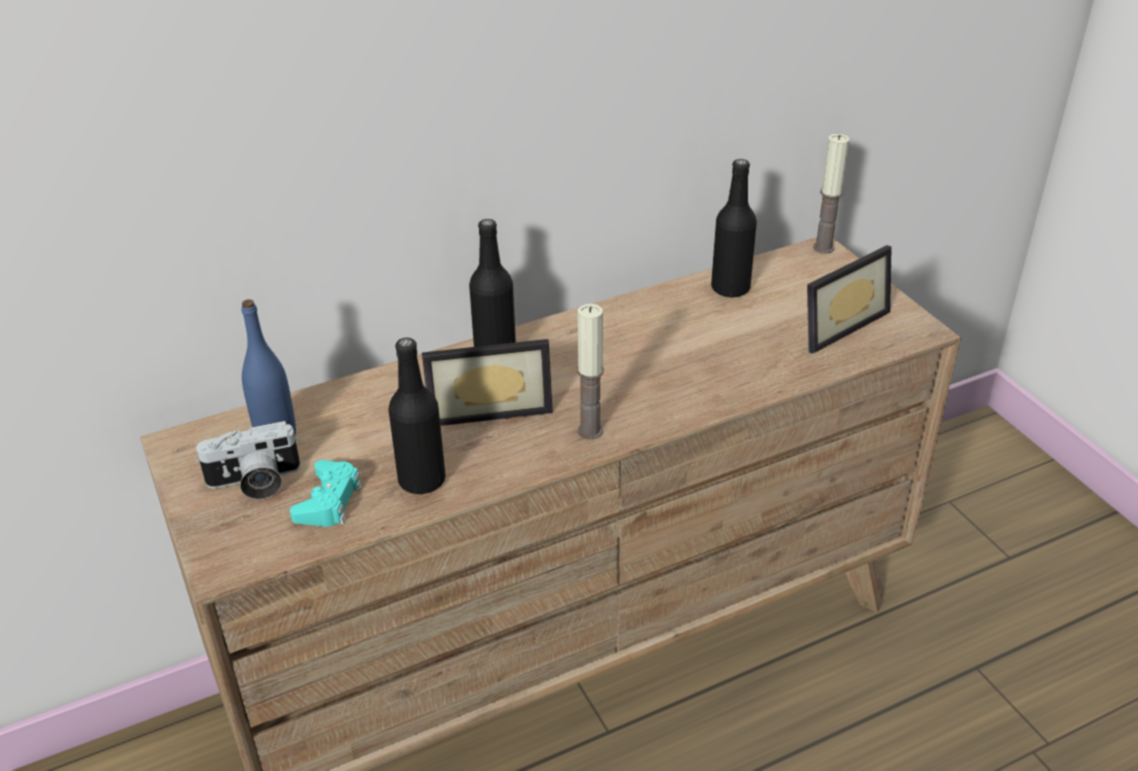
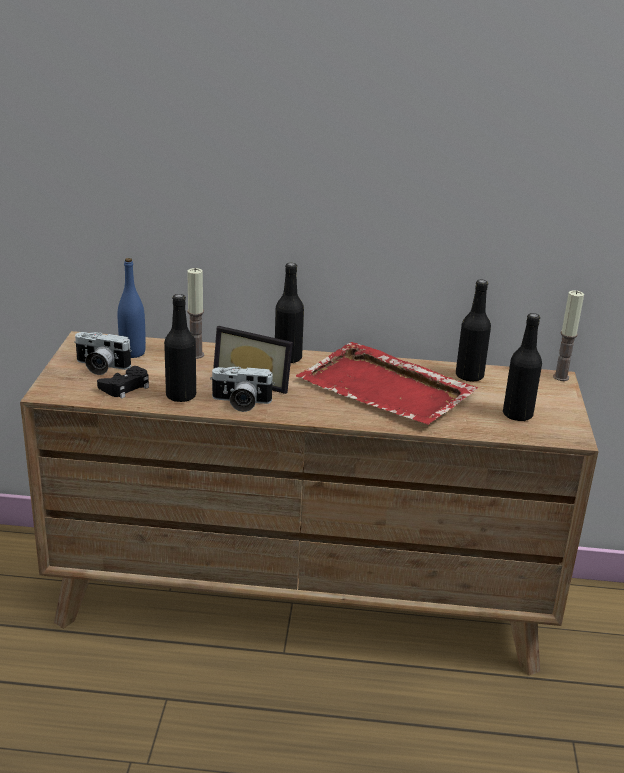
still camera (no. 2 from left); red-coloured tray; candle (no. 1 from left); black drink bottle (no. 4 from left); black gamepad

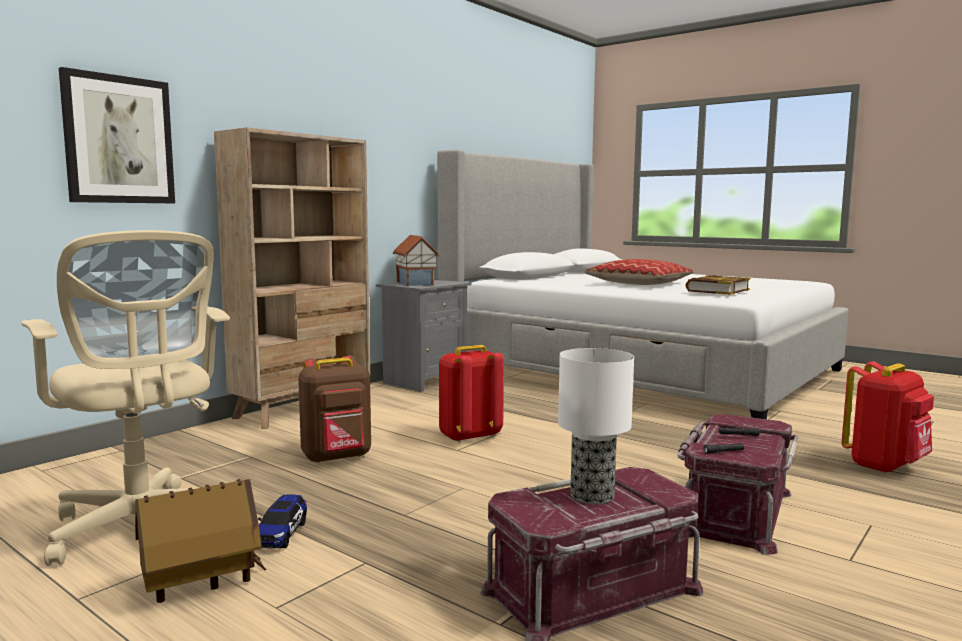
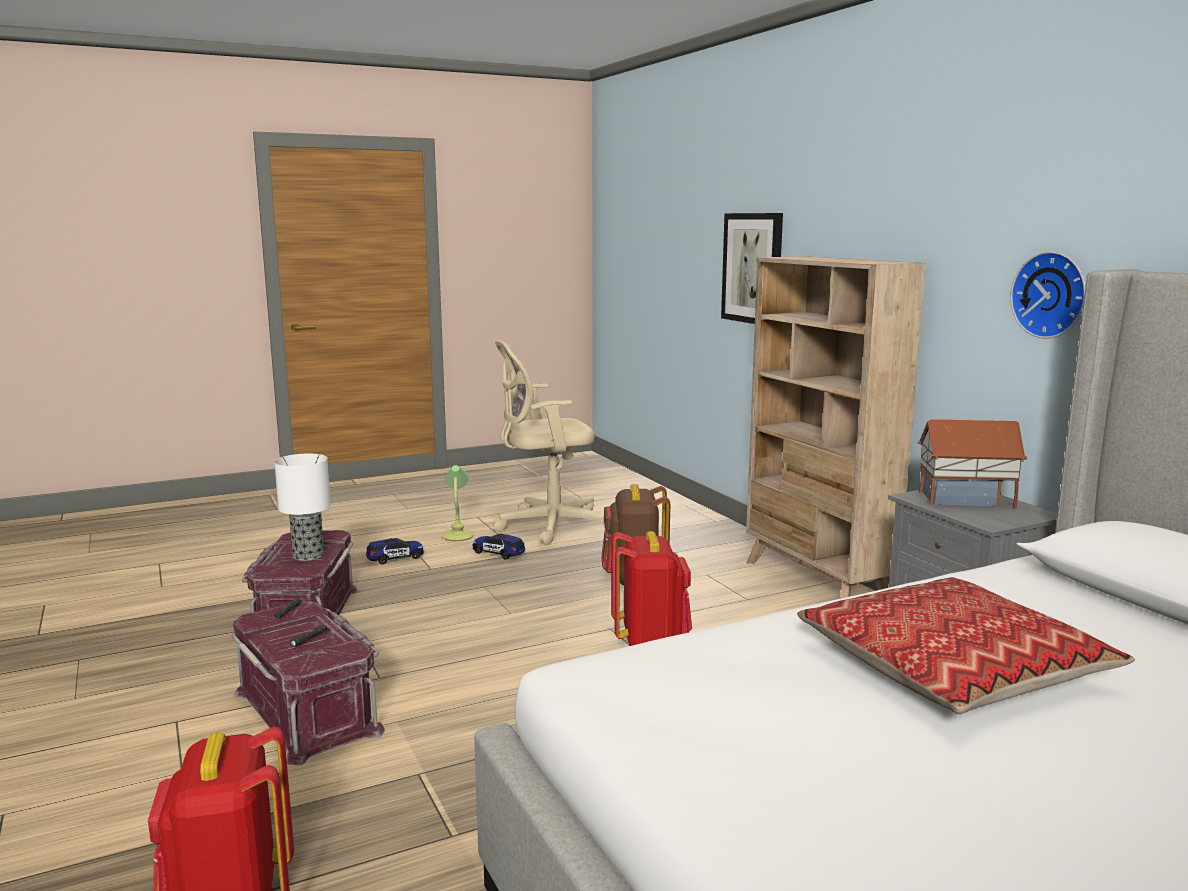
volume; toy car (no. 1 from left); hanging clock; tabletop lamp (no. 2 from left)

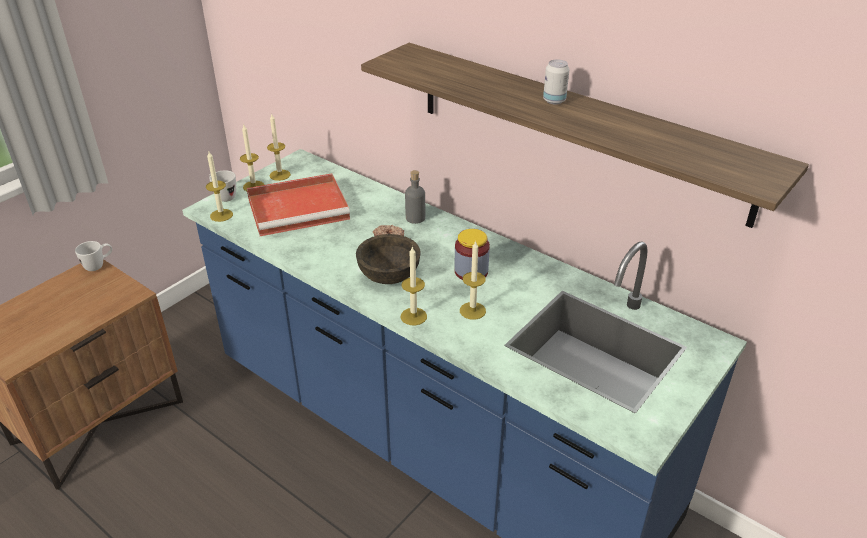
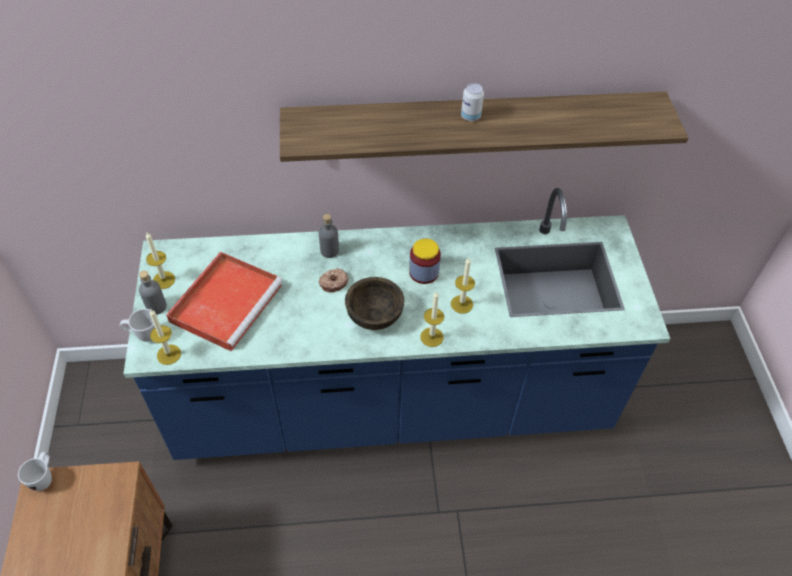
grey drink bottle (no. 1 from left)

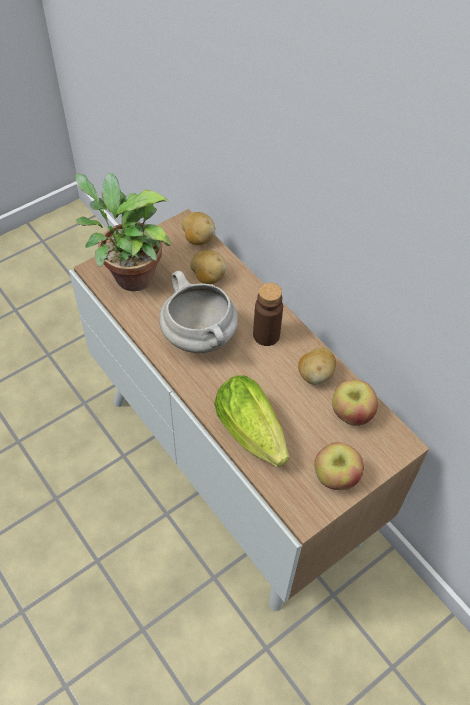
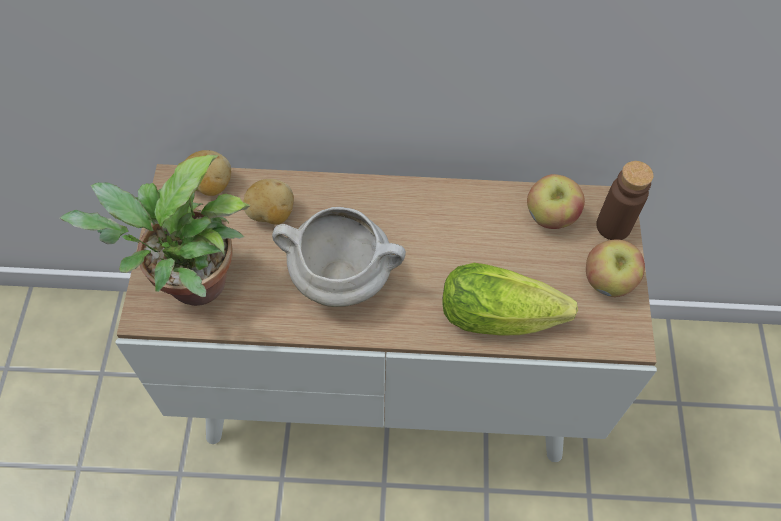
potato (no. 3 from left in the first image); brown-coloured drink bottle

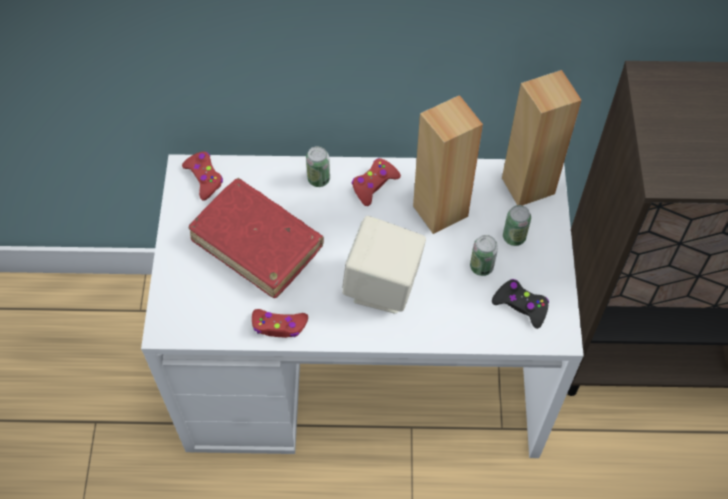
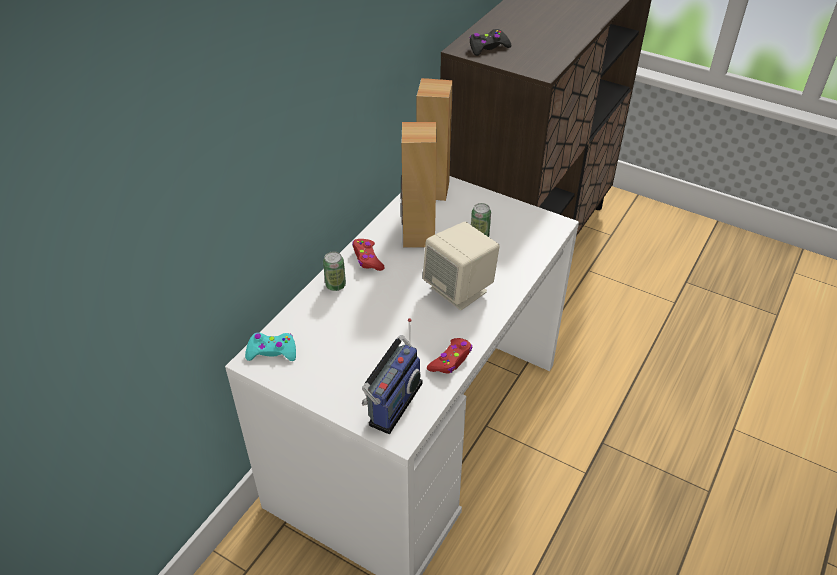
red-coloured volume; sealed can (no. 3 from left in the first image); radio receiver; black gamepad; turquoise-coloured gamepad

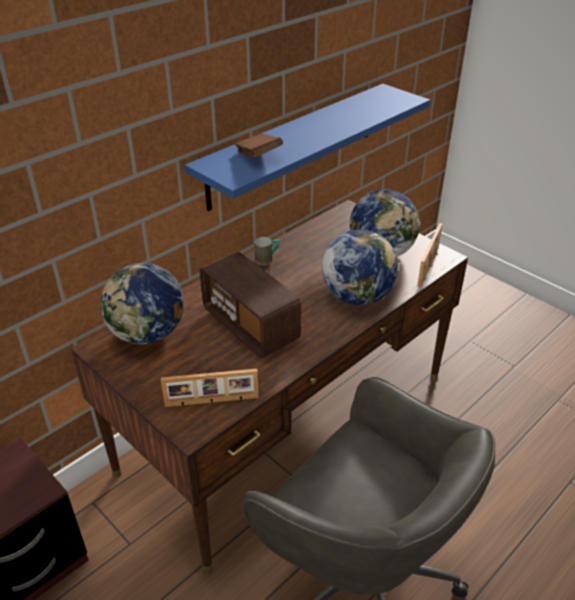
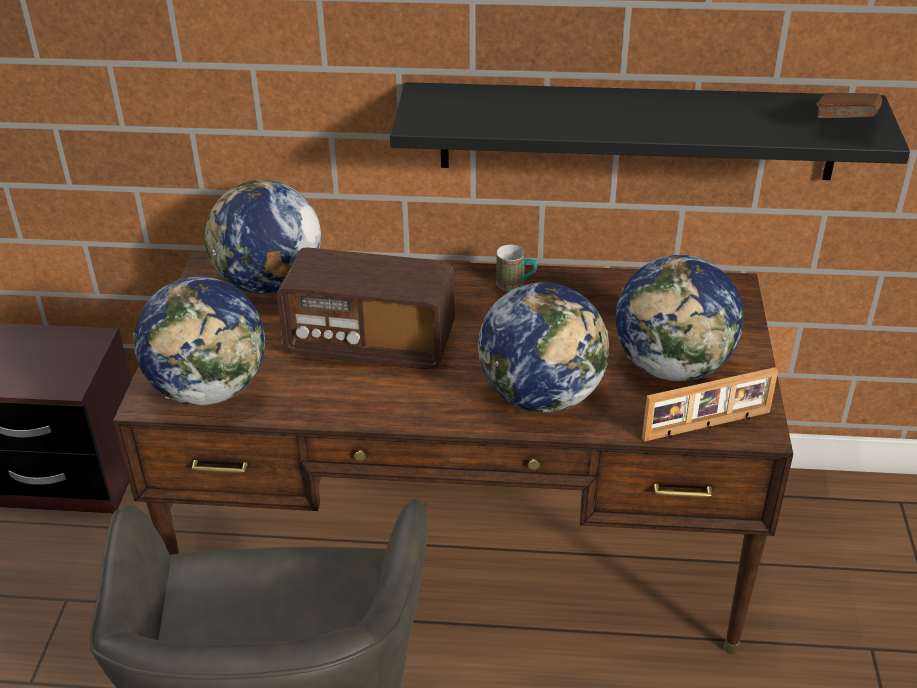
brown-coloured volume; world globe (no. 1 from left); black wall shelf; radio receiver

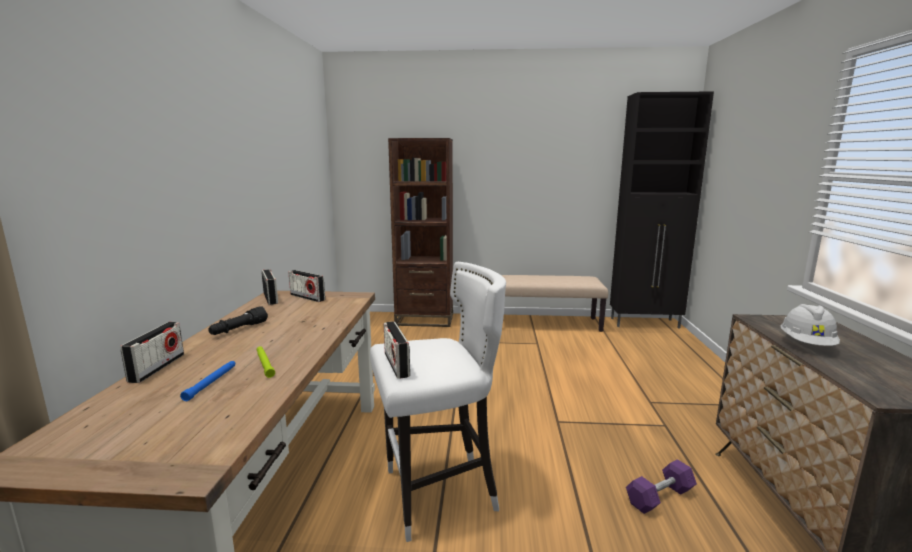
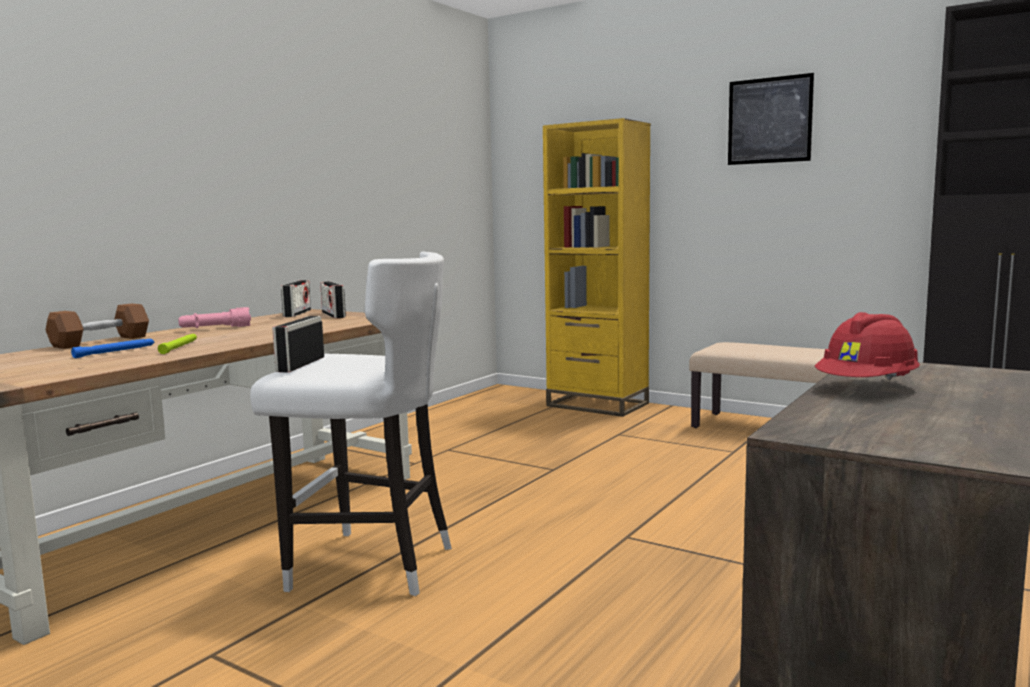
purple-coloured hand weight; picture; brown-coloured hand weight; pinkish torch; yellow-coloured shelving unit; red-coloured work helmet

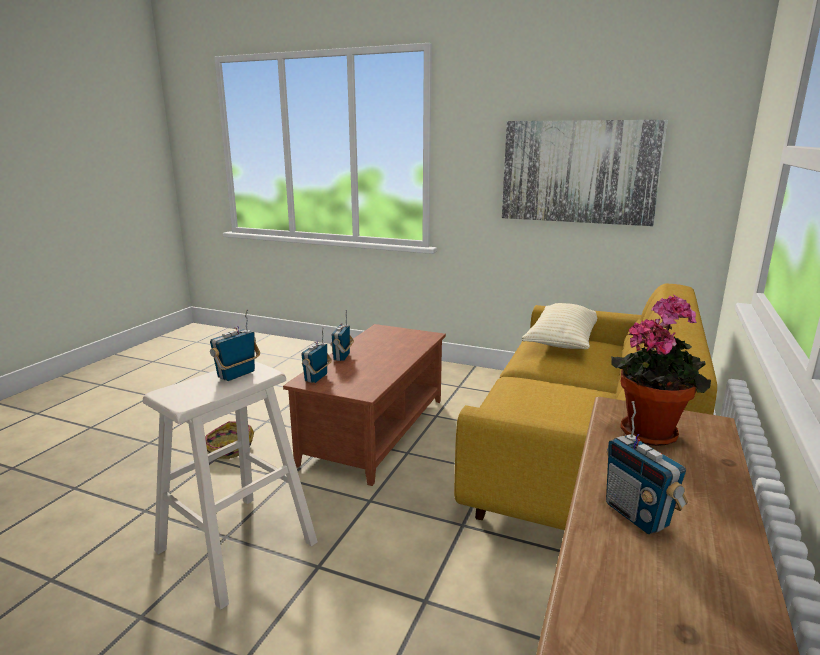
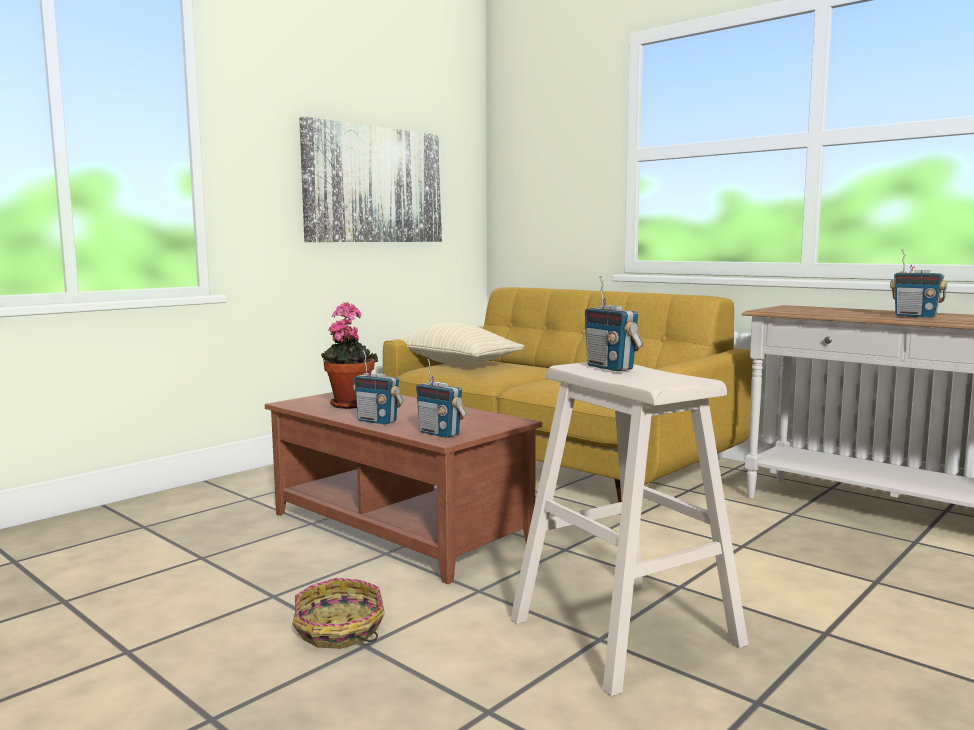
potted plant; radio receiver (no. 4 from left)

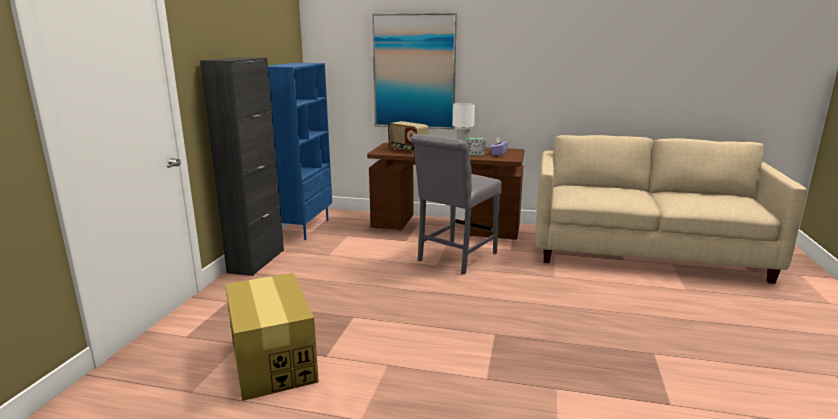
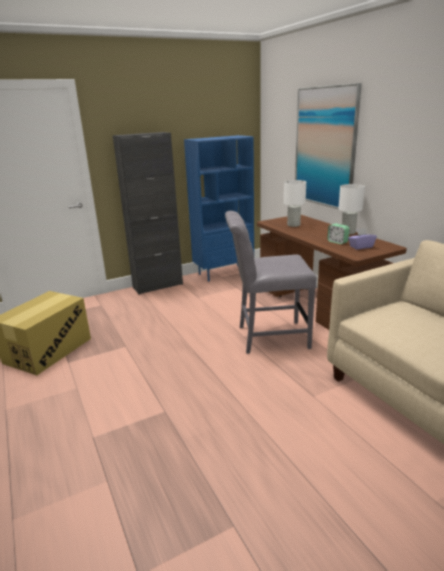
whitish tabletop lamp (no. 1 from left)

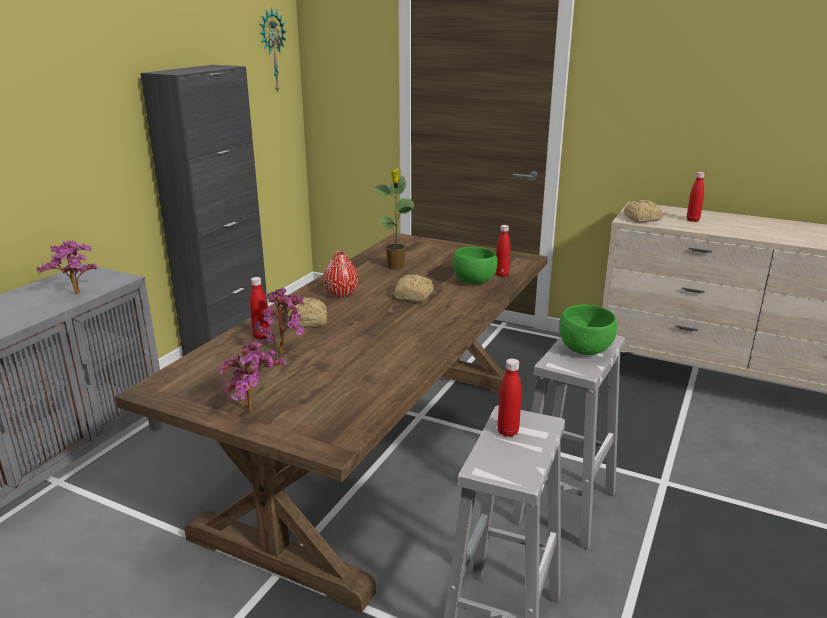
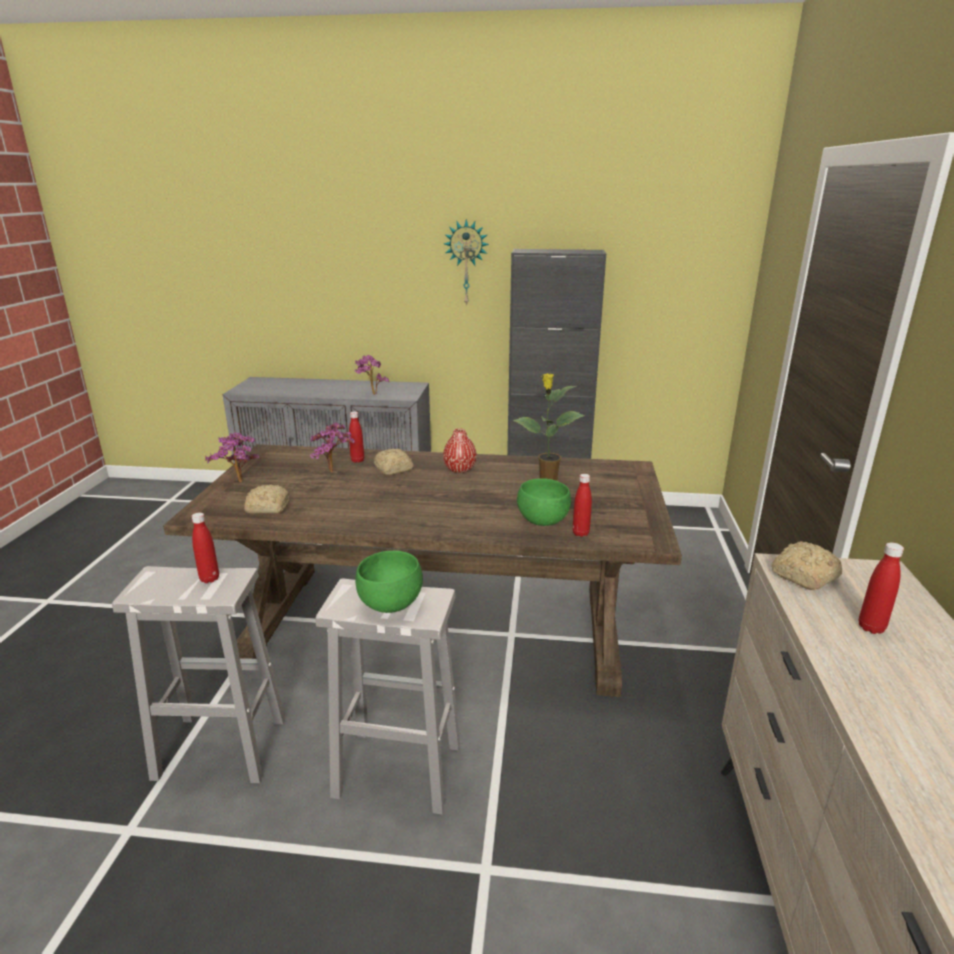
hanging clock; baked bread (no. 1 from left)

